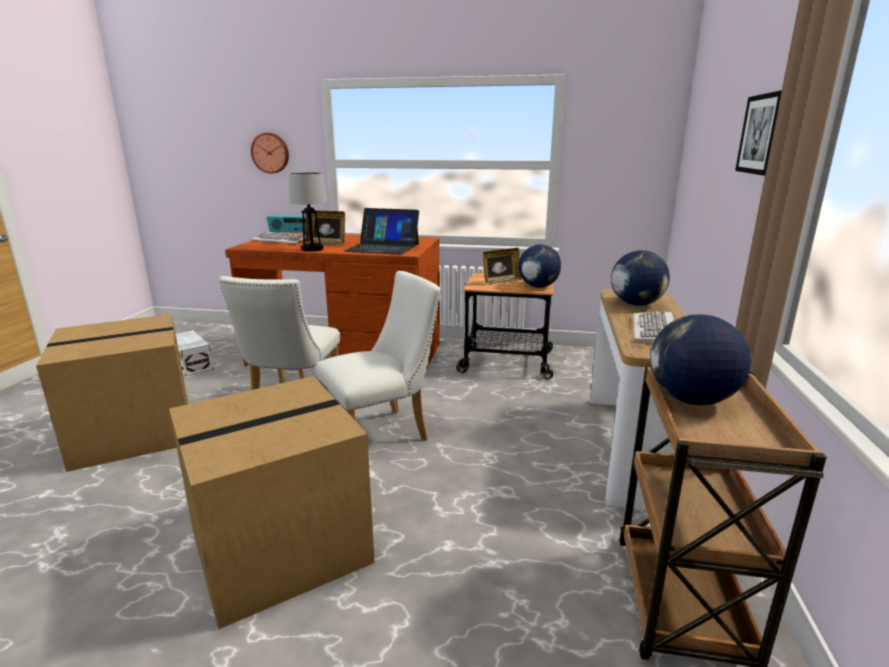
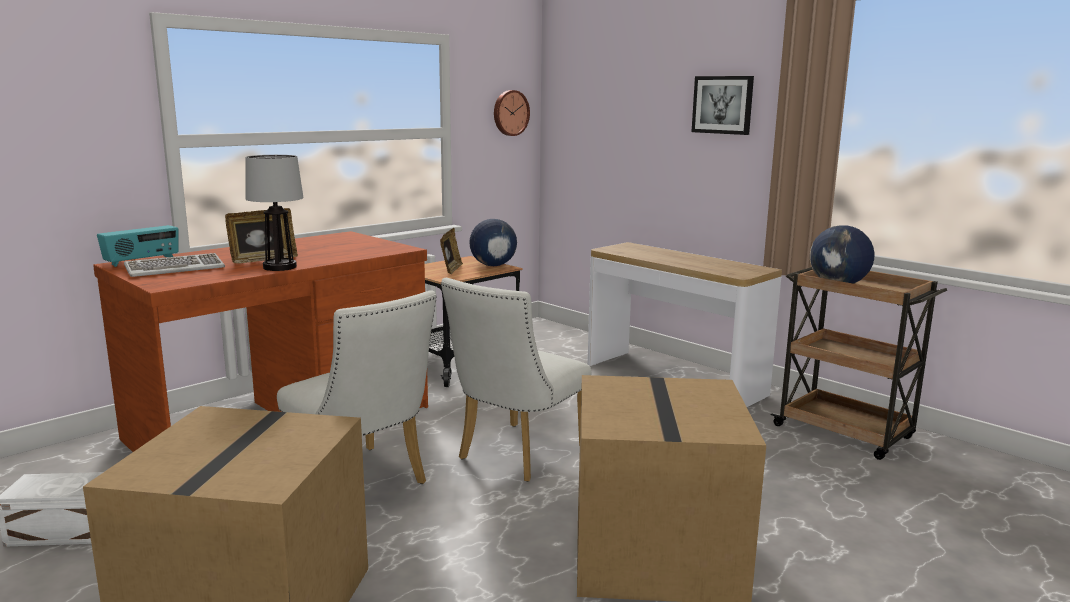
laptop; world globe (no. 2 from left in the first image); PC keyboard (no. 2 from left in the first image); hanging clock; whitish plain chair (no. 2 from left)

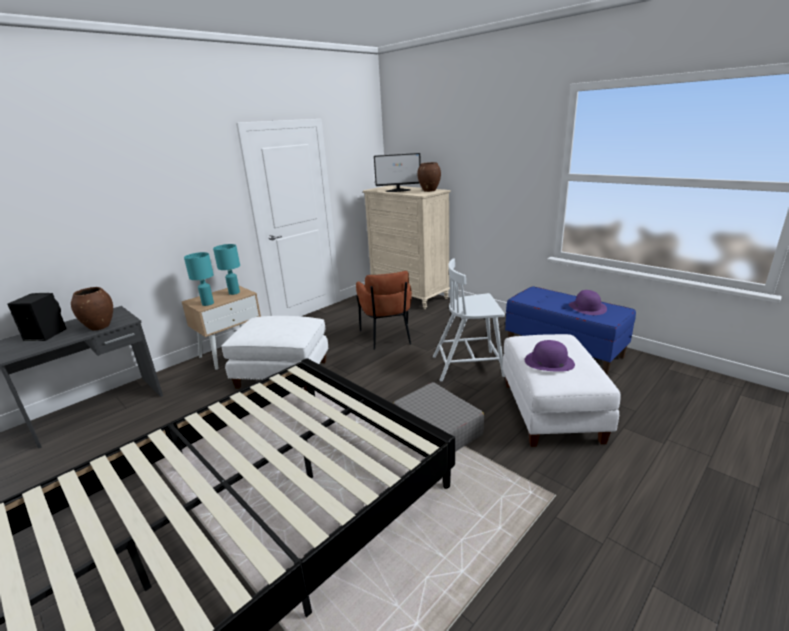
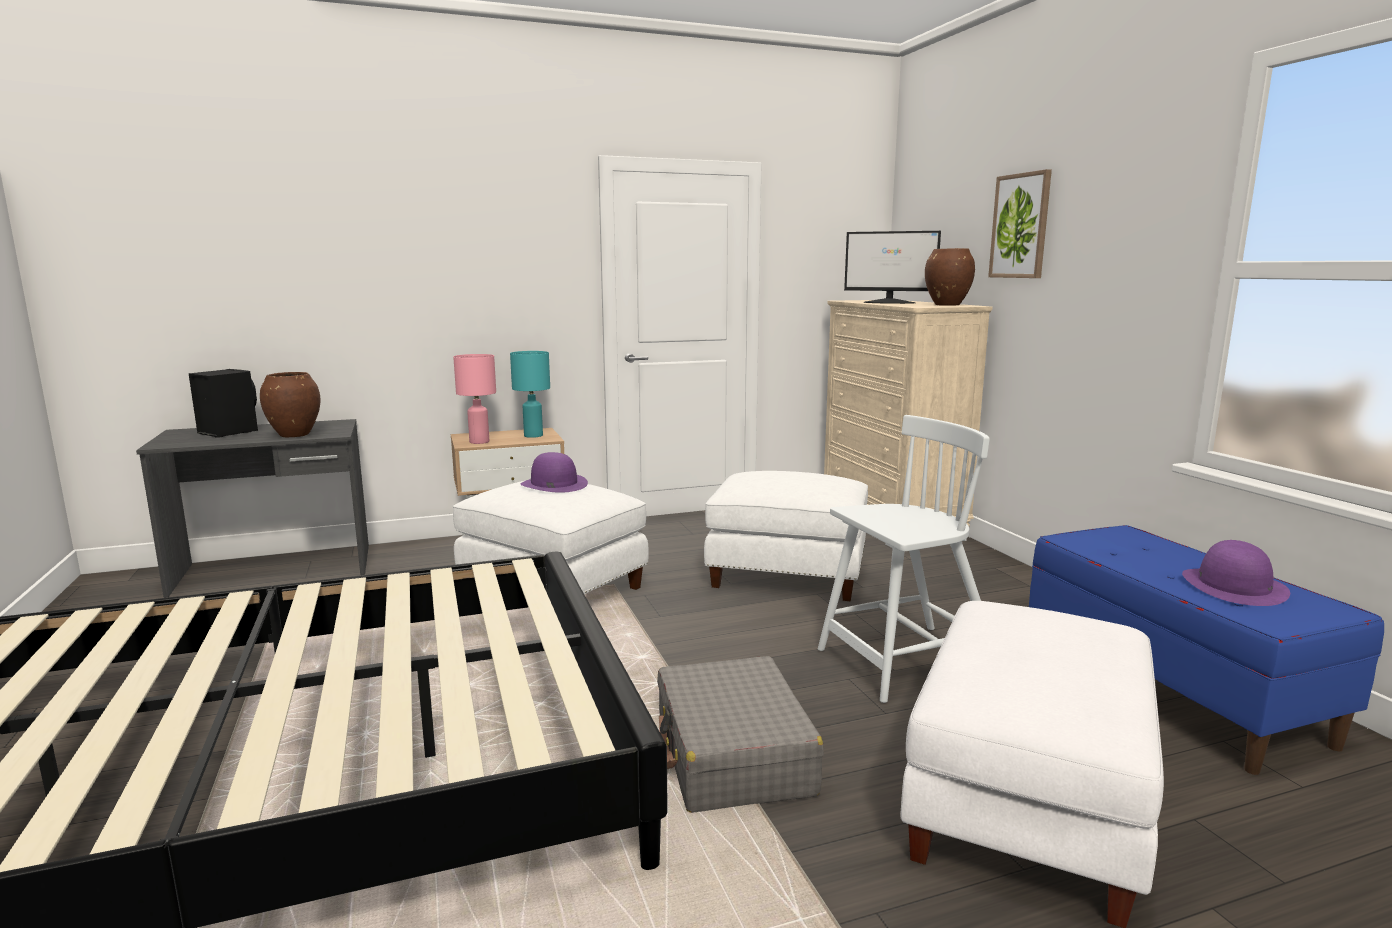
picture; purple-coloured wearable hat (no. 1 from left); whitish footrest (no. 2 from left); pinkish tabletop lamp; whitish plain chair

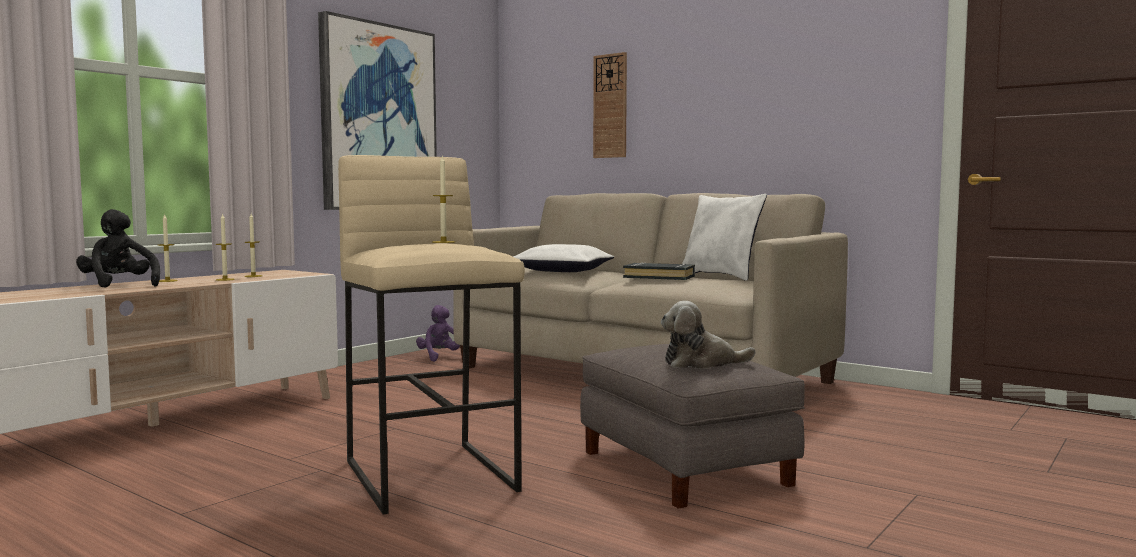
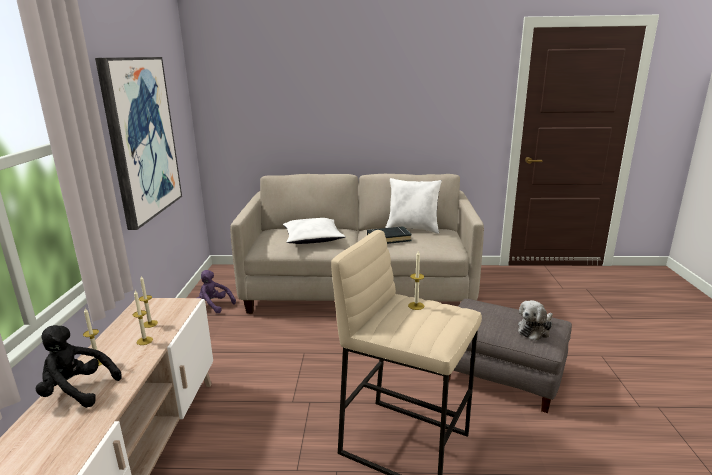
hanging clock

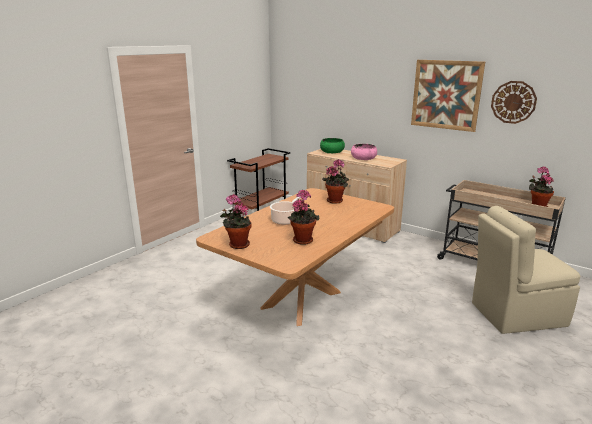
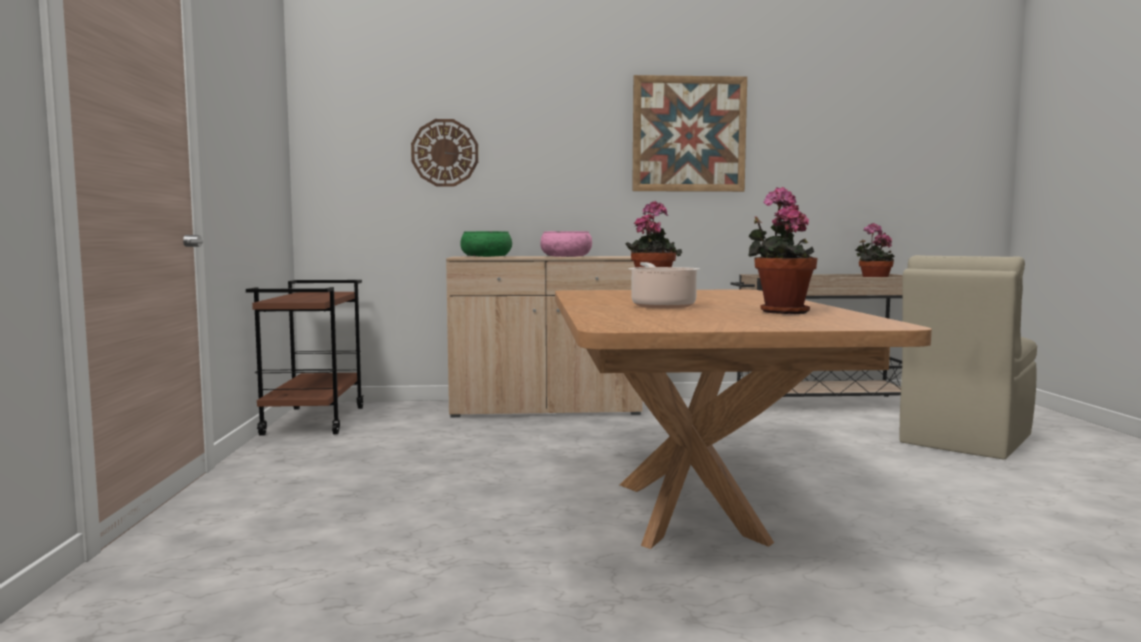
potted plant (no. 1 from left in the first image); hanging clock

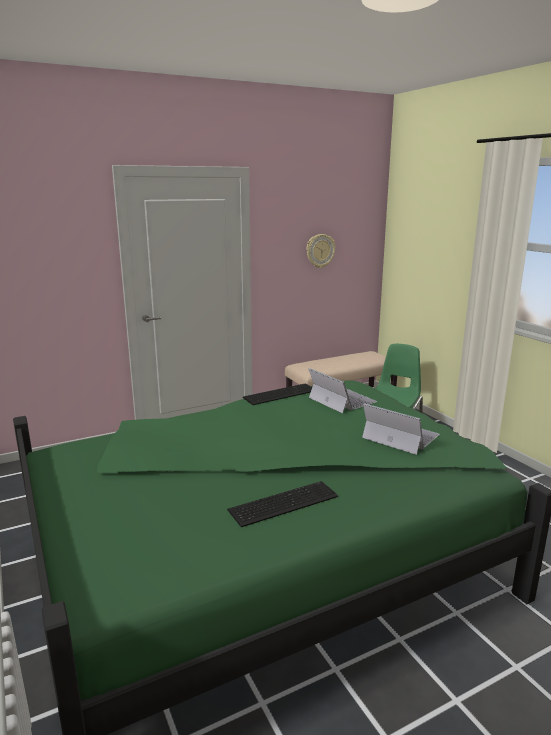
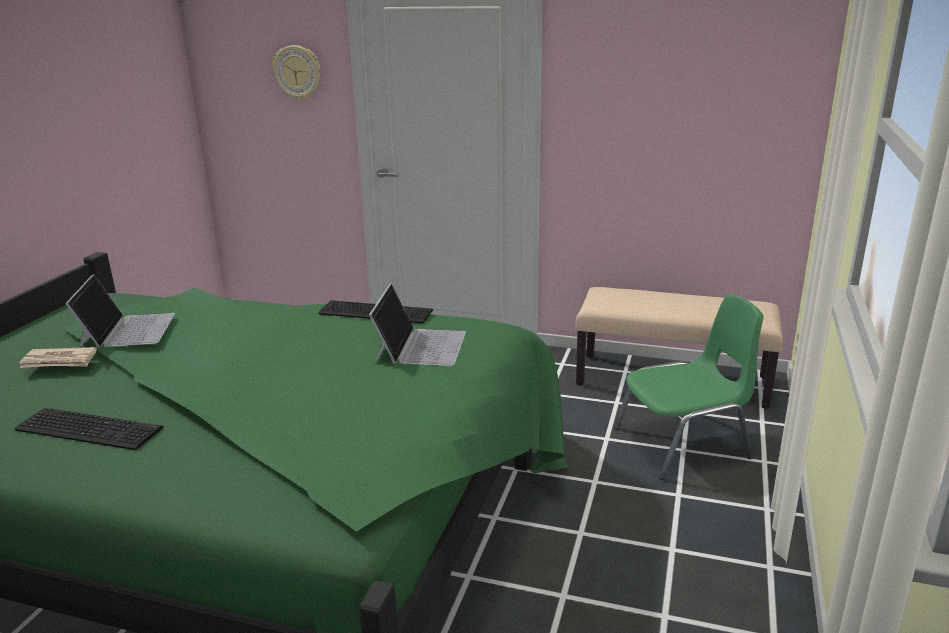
printed paper; hanging clock; laptop (no. 1 from left)

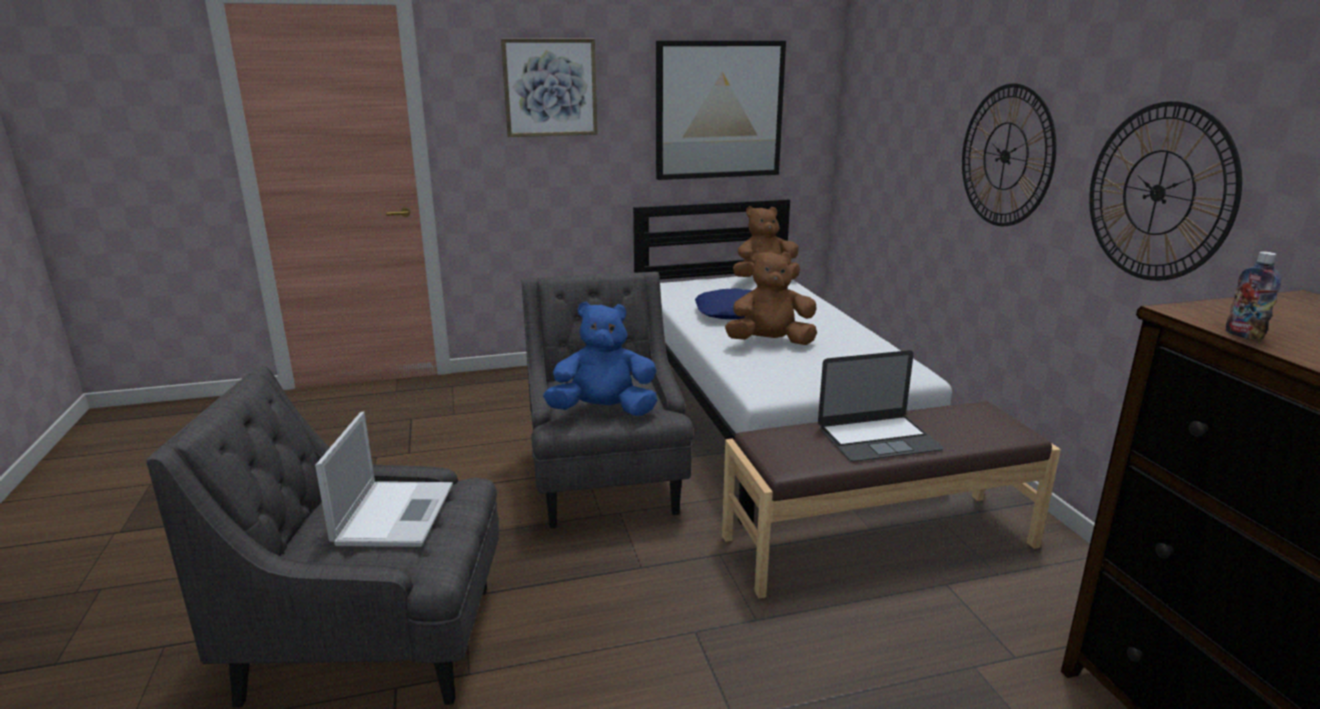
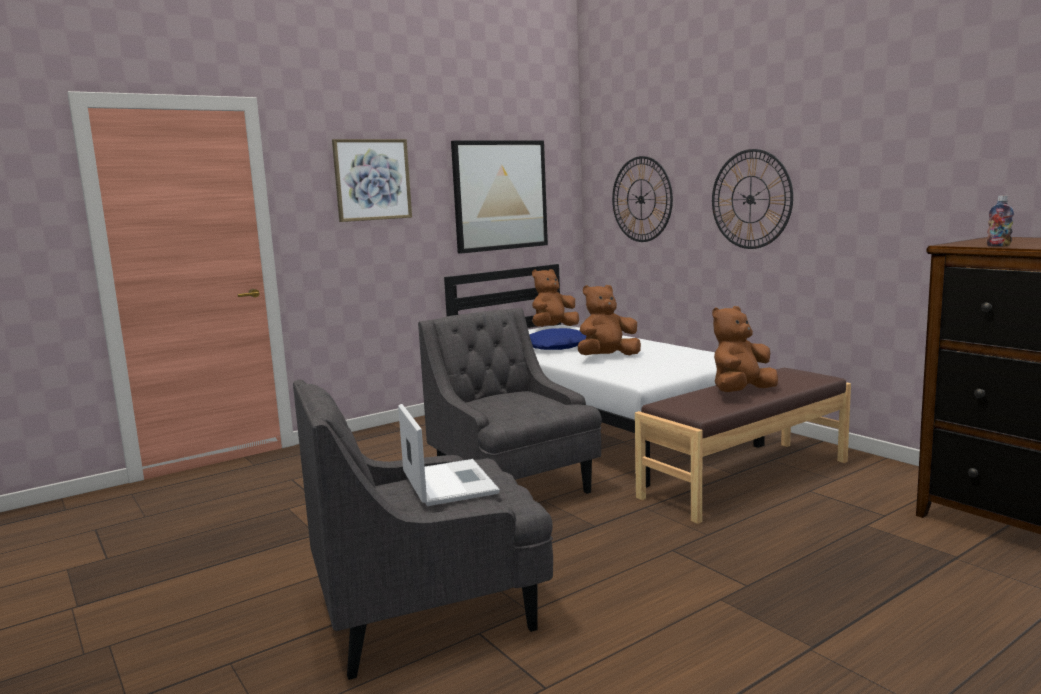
bluish cuddly toy; hanging clock (no. 1 from left); brown-coloured cuddly toy (no. 3 from left)

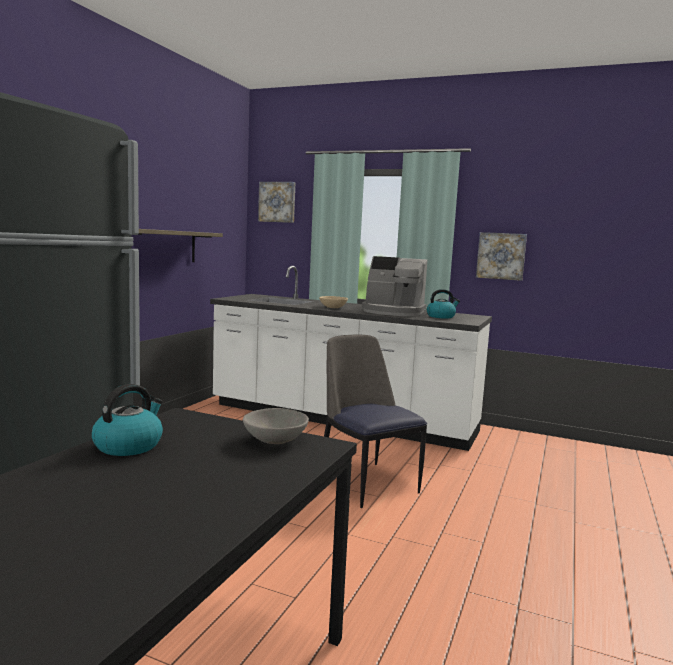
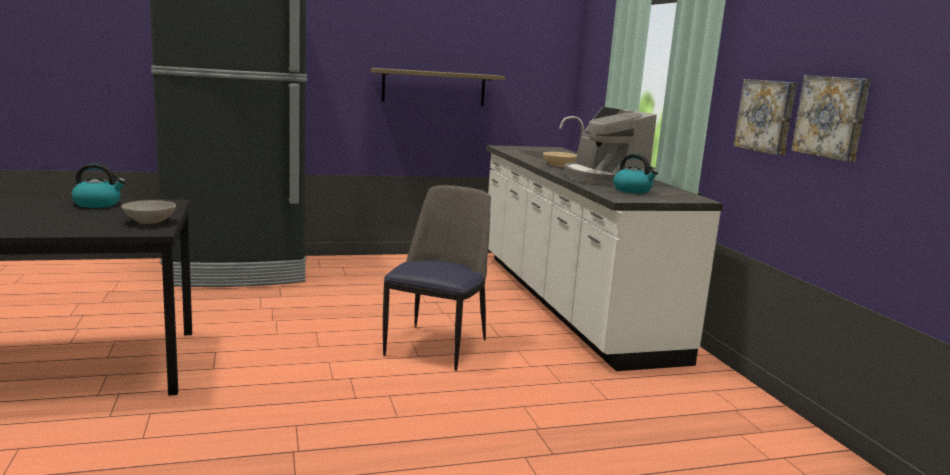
picture (no. 2 from left)

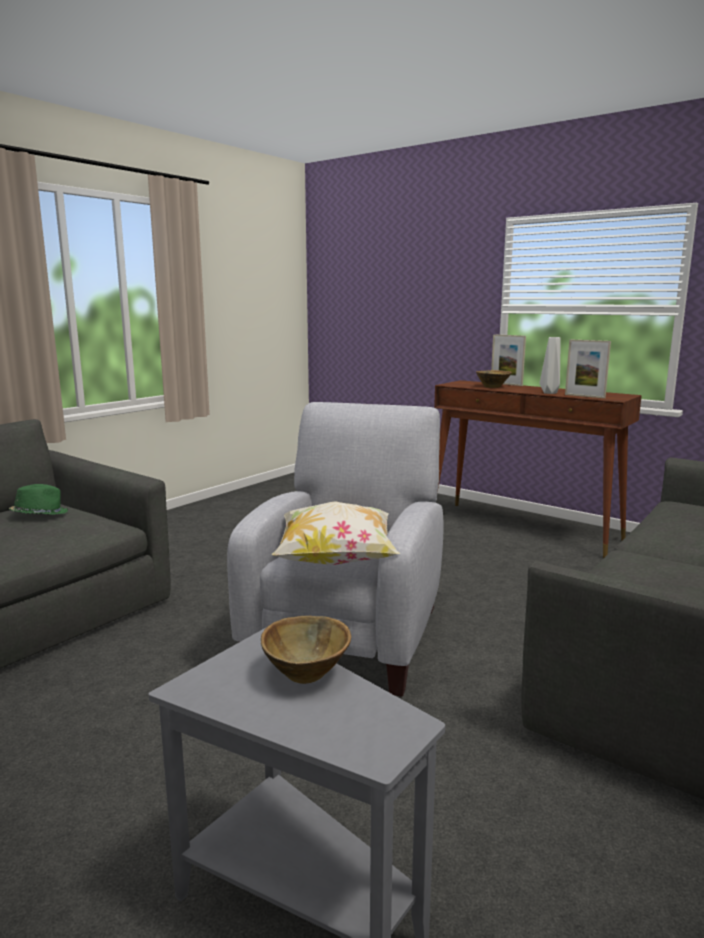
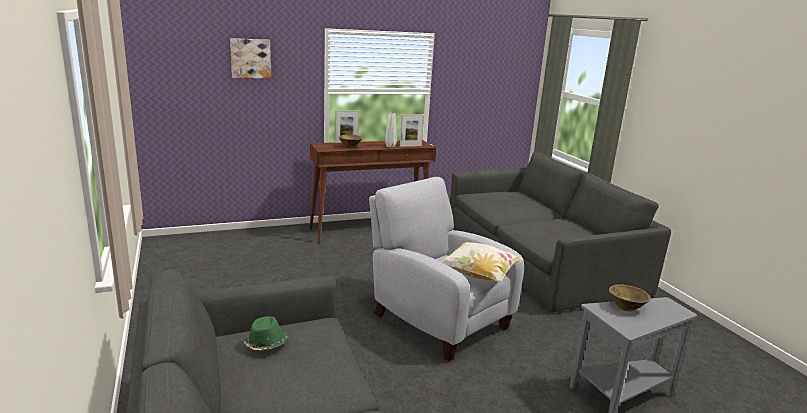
picture

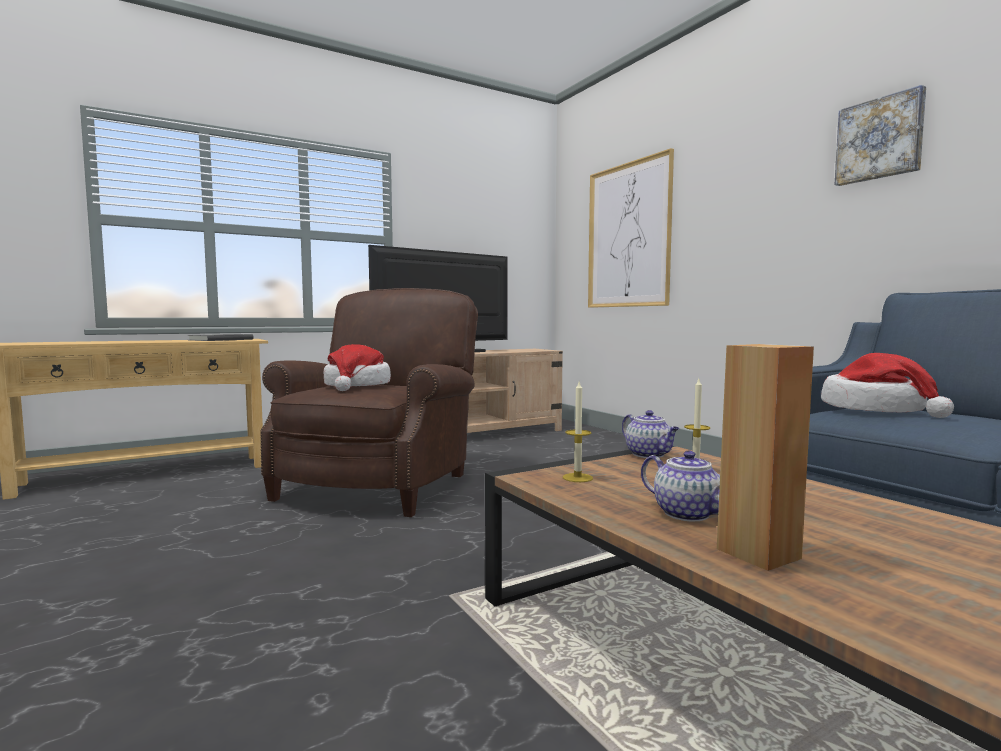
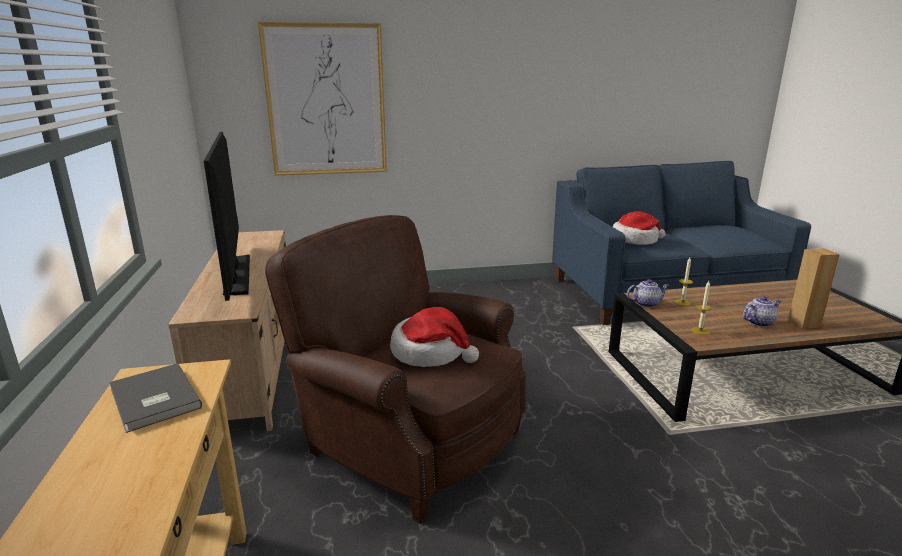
picture (no. 2 from left in the first image)

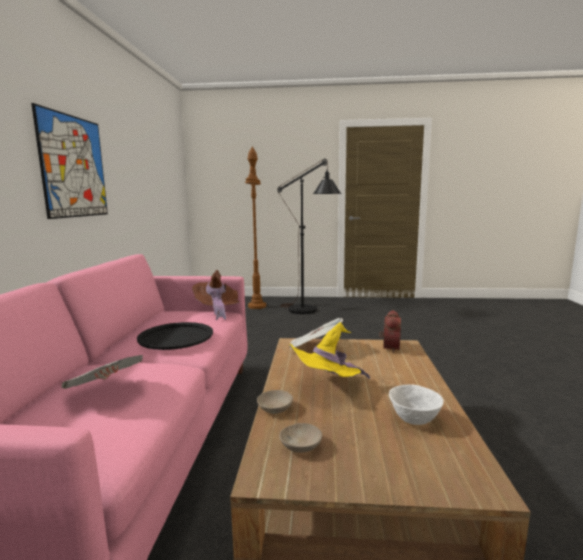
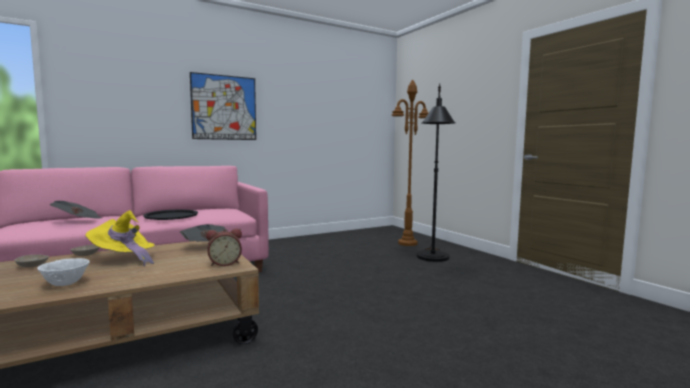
brown-coloured wearable hat

